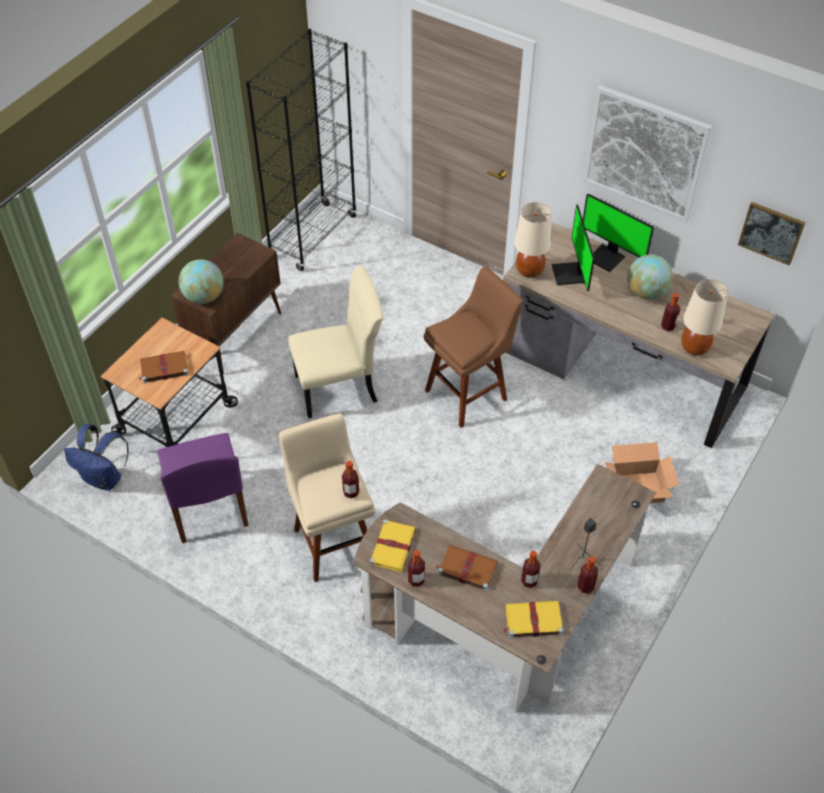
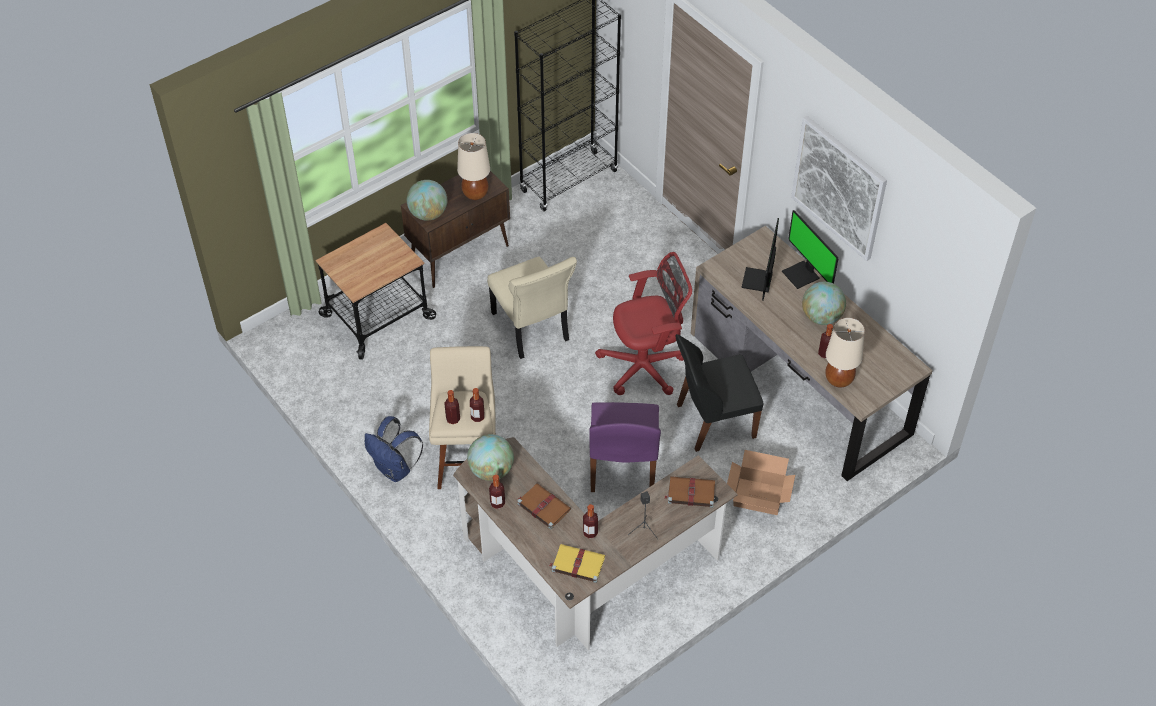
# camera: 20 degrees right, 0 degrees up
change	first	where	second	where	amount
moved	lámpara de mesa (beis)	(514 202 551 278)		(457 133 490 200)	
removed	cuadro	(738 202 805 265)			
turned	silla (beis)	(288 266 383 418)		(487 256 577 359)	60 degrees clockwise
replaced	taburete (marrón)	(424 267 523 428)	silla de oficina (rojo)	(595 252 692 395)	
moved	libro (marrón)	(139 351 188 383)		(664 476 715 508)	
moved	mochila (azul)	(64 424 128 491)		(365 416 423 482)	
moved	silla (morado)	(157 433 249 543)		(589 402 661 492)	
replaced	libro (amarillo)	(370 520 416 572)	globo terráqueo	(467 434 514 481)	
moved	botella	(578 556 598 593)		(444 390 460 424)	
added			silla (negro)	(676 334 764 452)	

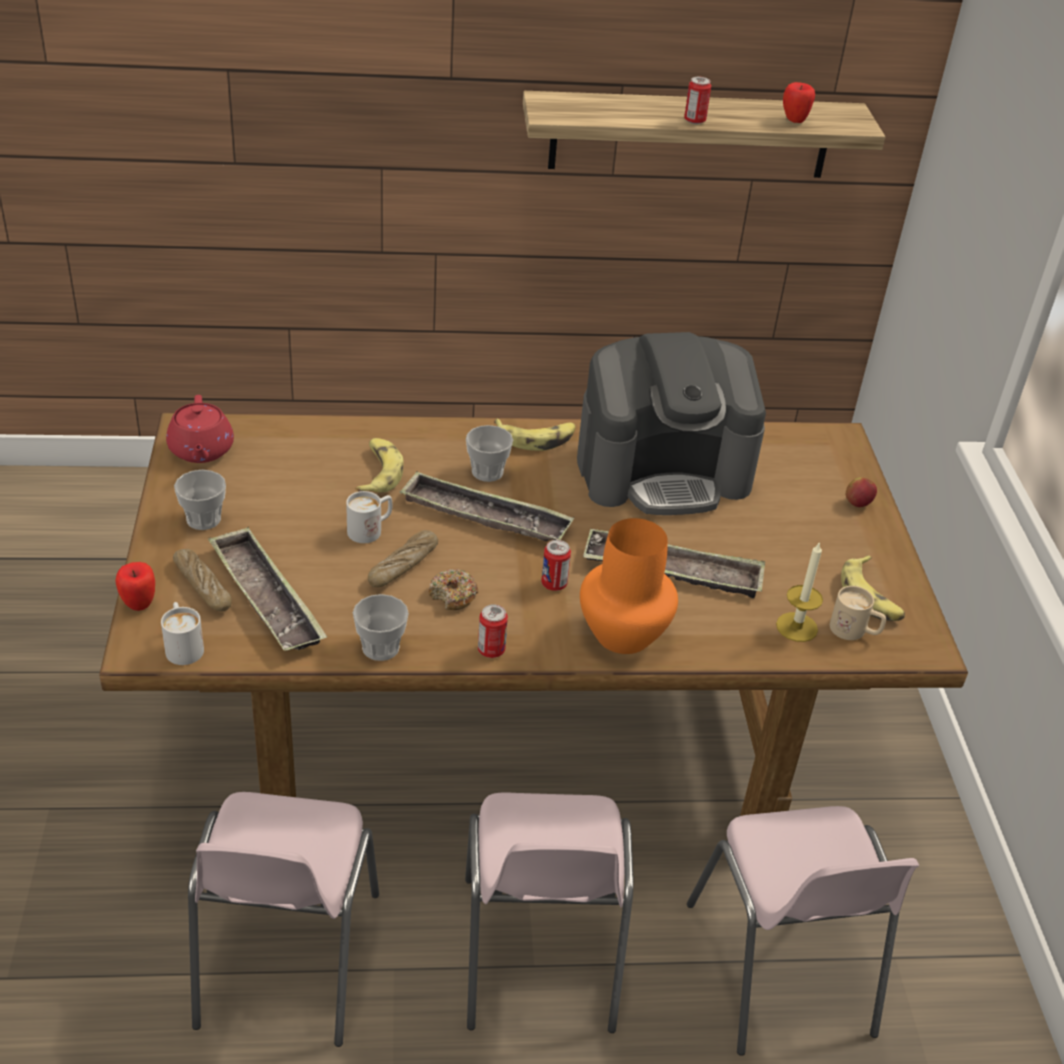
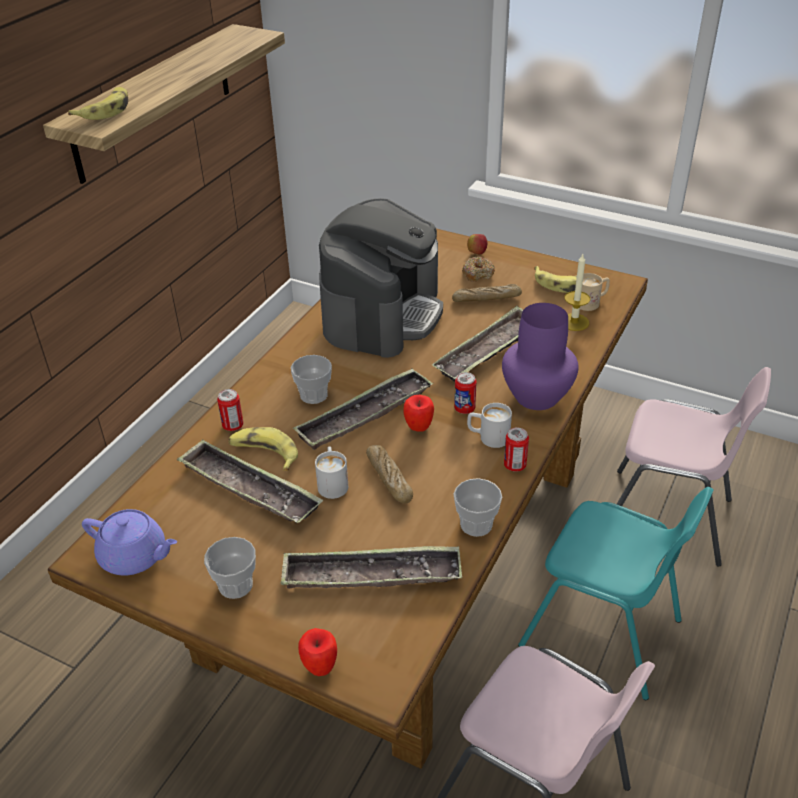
# camera: 55 degrees left, 0 degrees up
change	first	where	second	where	amount
moved	lata	(684 77 711 124)		(217 389 243 431)	
moved	manzana	(783 82 815 123)		(403 395 434 432)	
recoloured	tetera (rojo)	(166 395 234 463)	tetera (morado)	(82 509 177 576)	
moved	plátano	(494 419 576 451)		(68 87 128 120)	
recoloured	florero (naranja)	(580 518 678 654)	florero (morado)	(502 303 579 410)	
moved	pan	(173 549 232 612)		(452 284 522 302)	
moved	rosquilla	(429 569 478 610)		(462 257 495 282)	
moved	taza grande (blanco)	(161 602 204 665)		(467 403 512 448)	
recoloured	silla (rosa)	(465 793 633 1033)	silla (turquesa)	(518 487 714 700)	
added			bandeja	(177 439 324 523)	

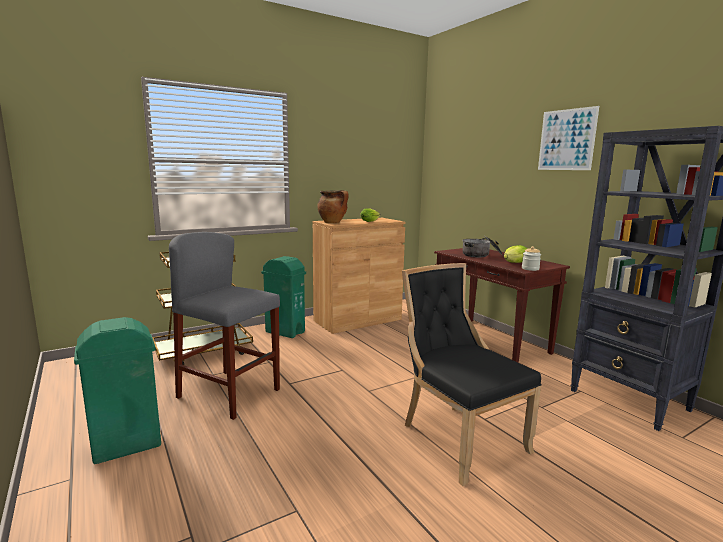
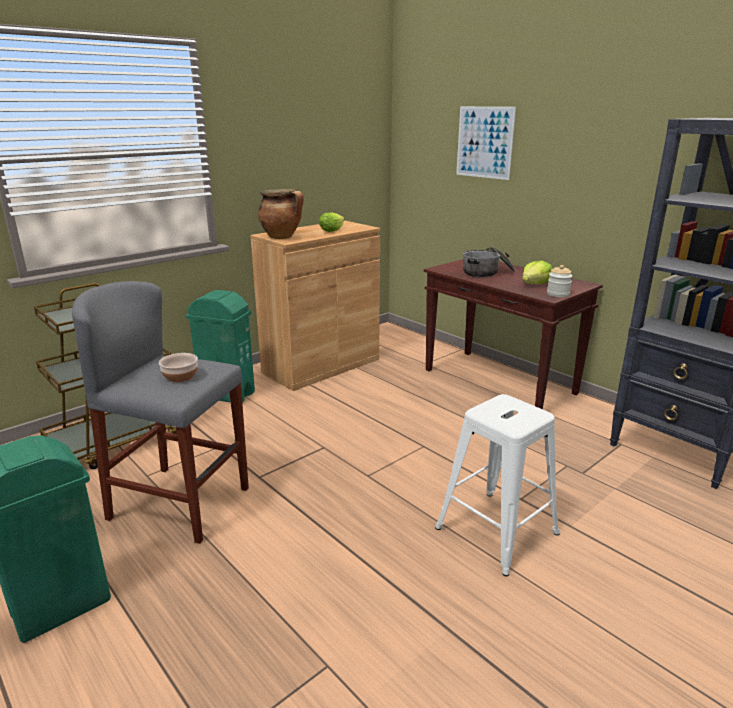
# camera: 10 degrees left, 10 degrees up
change	first	where	second	where	amount
moved	cuadro	(538 106 599 170)		(456 106 516 180)	
replaced	silla (negro)	(402 263 542 486)	taburete (blanco)	(435 394 560 577)	
added			cuenco	(159 353 198 382)	

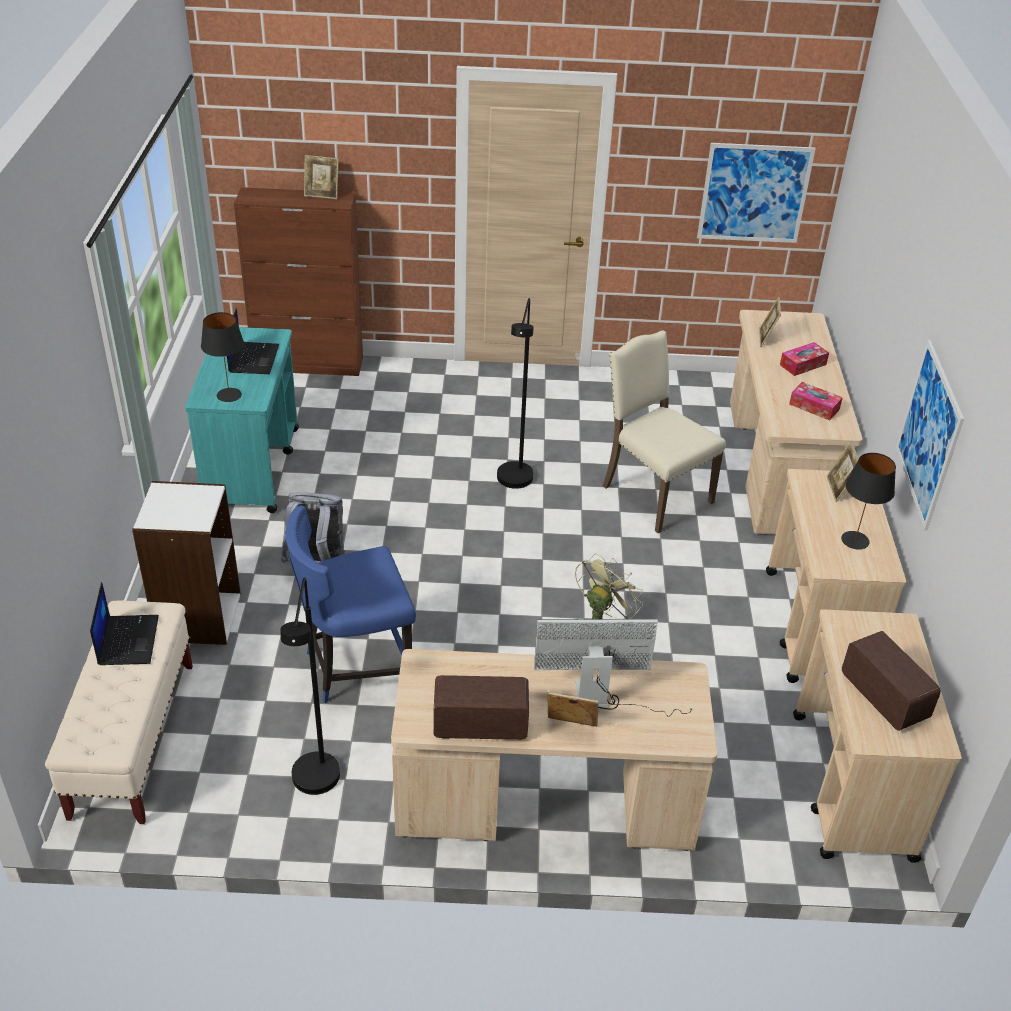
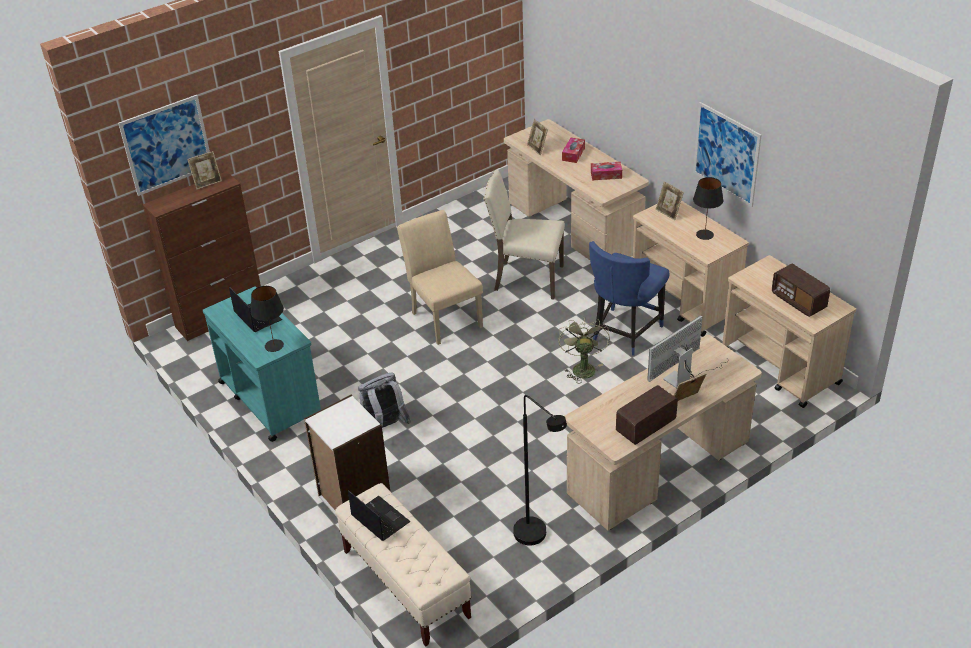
# camera: 35 degrees left, 0 degrees up
change	first	where	second	where	amount
moved	cuadro	(697 143 816 243)		(118 95 210 196)	
replaced	lámpara de pie (negro)	(497 298 534 489)	silla (beis)	(397 210 483 345)	
moved	silla (azul)	(285 506 416 703)		(589 241 669 356)	
turned	radio	(842 631 941 731)		(772 264 830 317)	150 degrees counterclockwise

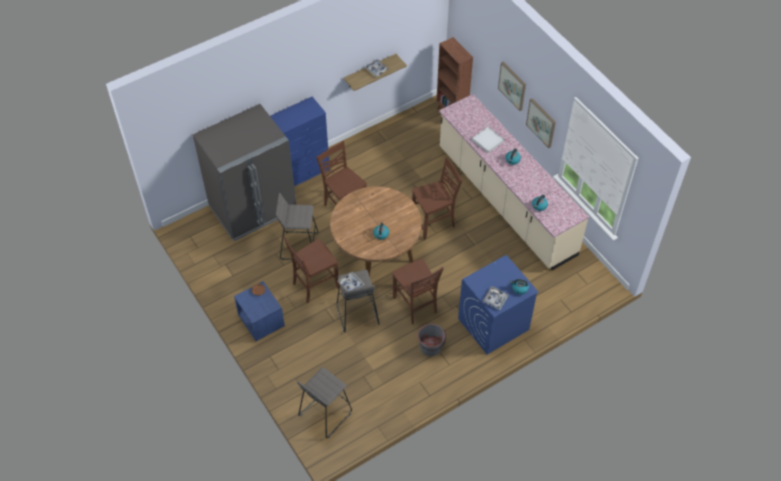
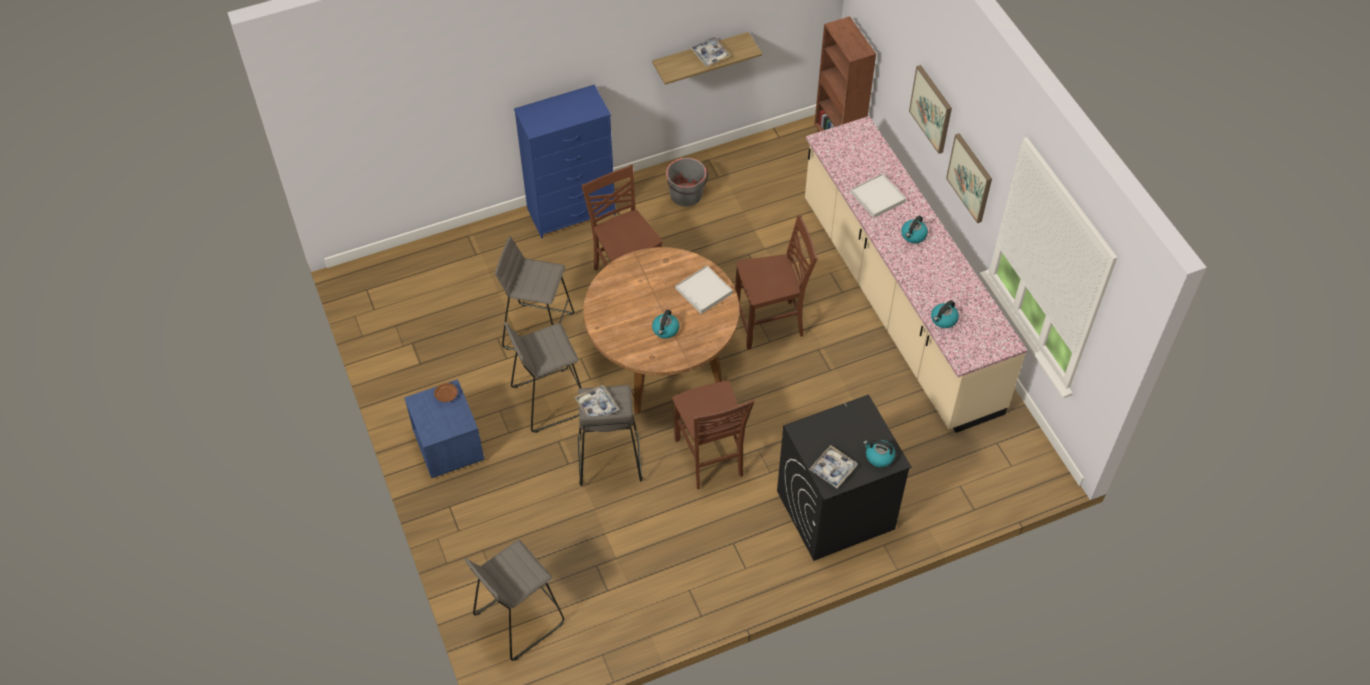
# camera: 10 degrees right, 0 degrees up
change	first	where	second	where	amount
removed	nevera (gris)	(193 104 297 241)			
replaced	silla (marrón)	(283 236 339 303)	taburete (gris)	(504 322 581 433)	
recoloured	lavadora (azul)	(458 255 538 355)	lavadora (negro)	(777 394 911 561)	
moved	cubo (gris)	(418 324 446 356)		(666 158 708 207)	
added			bandeja (blanco)	(676 265 733 314)	

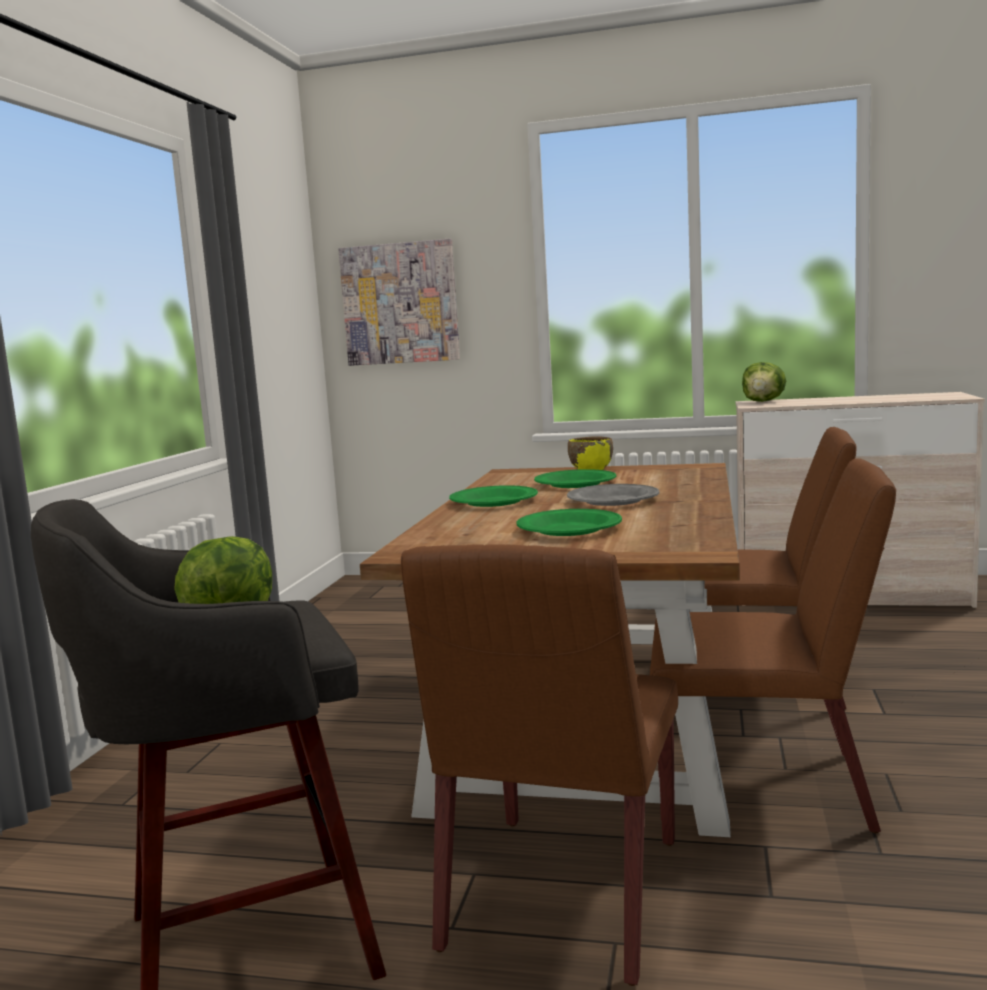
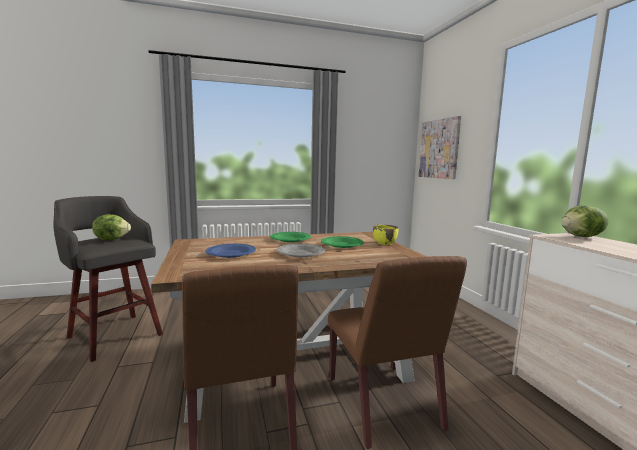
# camera: 60 degrees right, 0 degrees up
change	first	where	second	where	amount
recoloured	plato (verde)	(516 509 622 536)	plato (azul)	(206 244 256 258)	
removed	silla (marrón)	(401 544 678 986)			

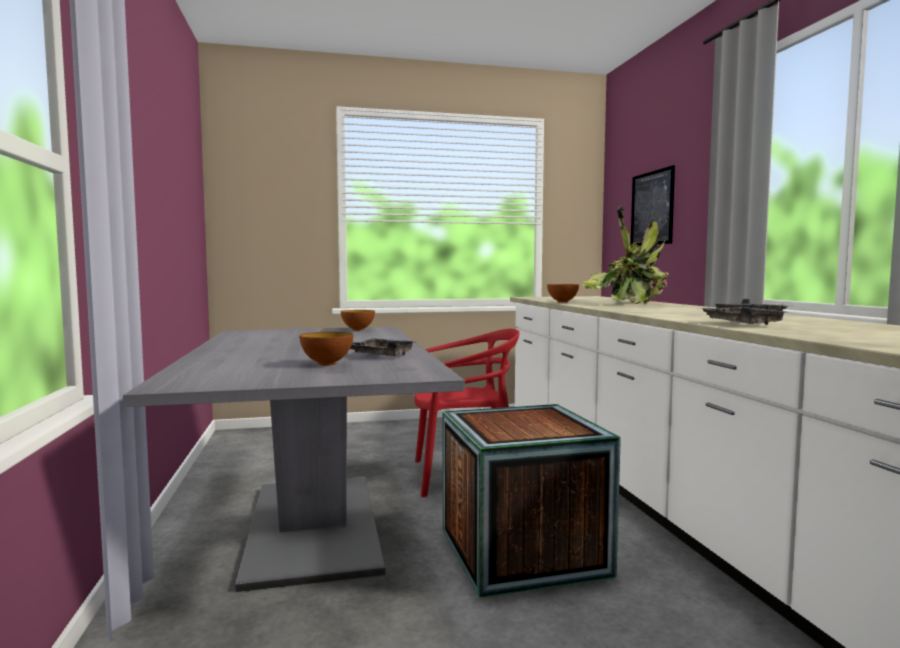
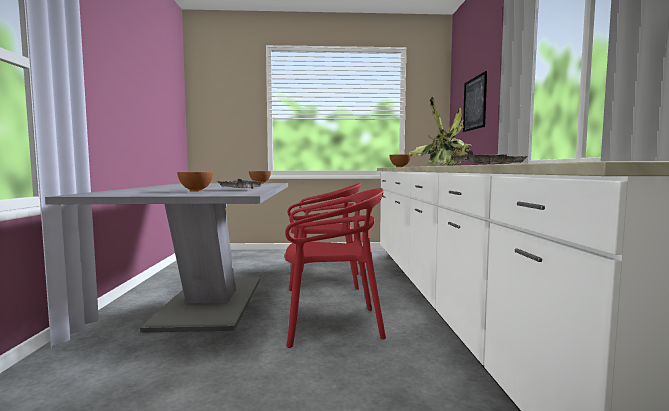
# camera: 10 degrees right, 0 degrees up
change	first	where	second	where	amount
replaced	caja de embalaje	(443 404 621 598)	silla (rojo)	(285 188 386 348)	

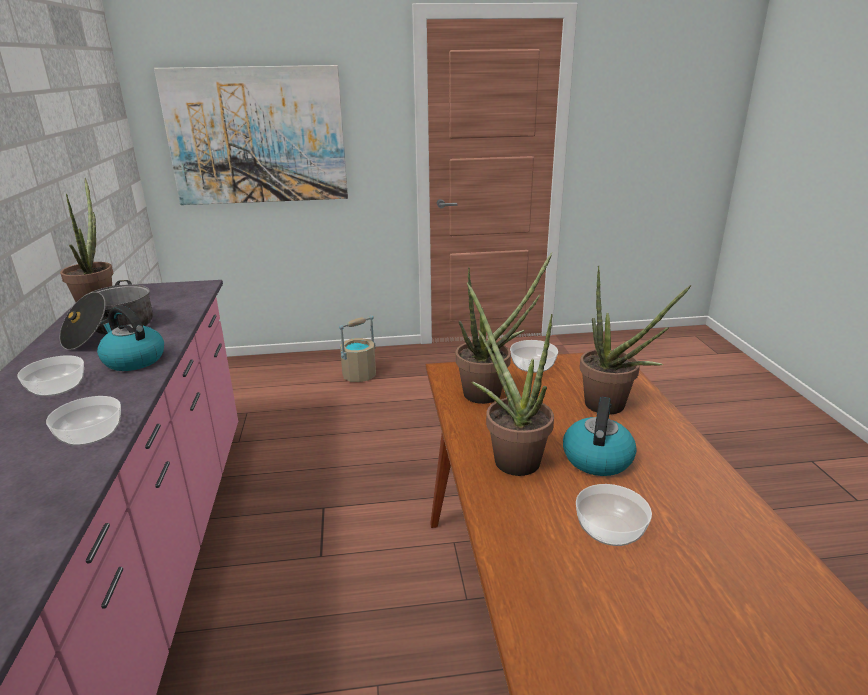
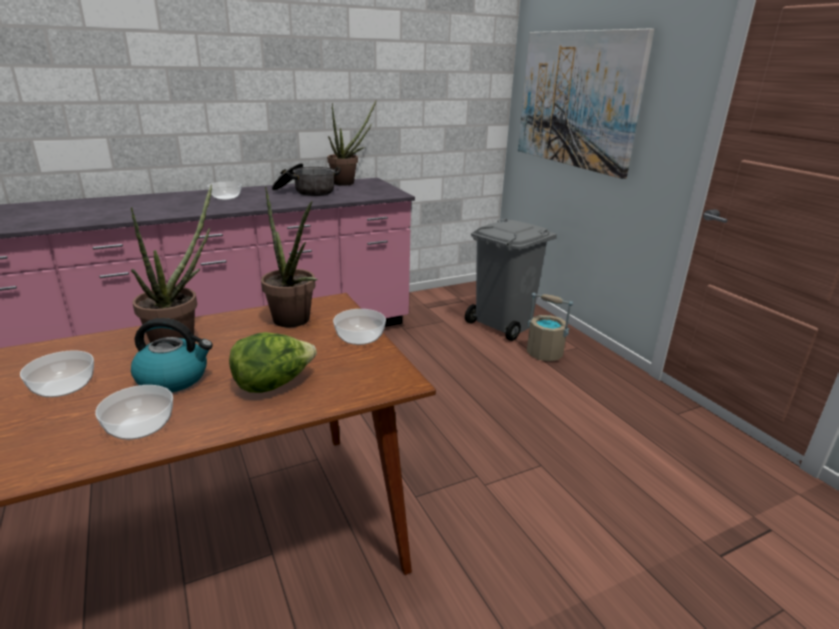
# camera: 70 degrees right, 0 degrees up
change	first	where	second	where	amount
replaced	planta en maceta	(580 266 691 415)	lechuga	(229 332 317 393)	
removed	hervidor	(97 306 164 371)			
moved	cuenco	(46 396 121 446)		(95 385 173 440)	
added			papelera (gris)	(465 219 557 341)	

